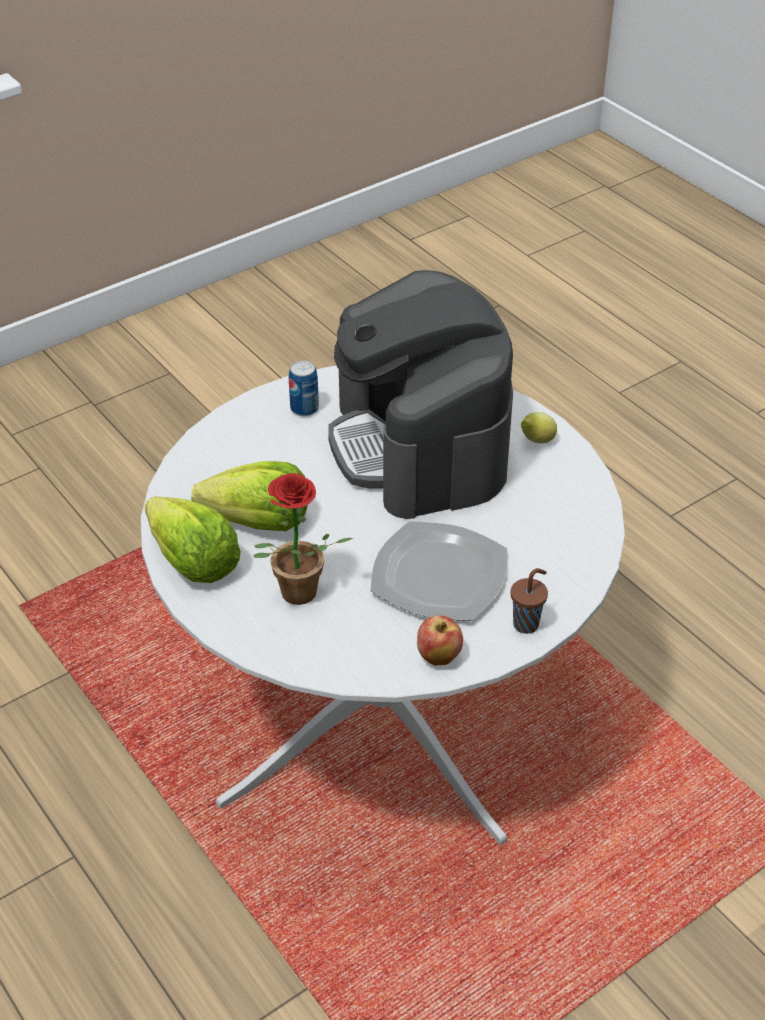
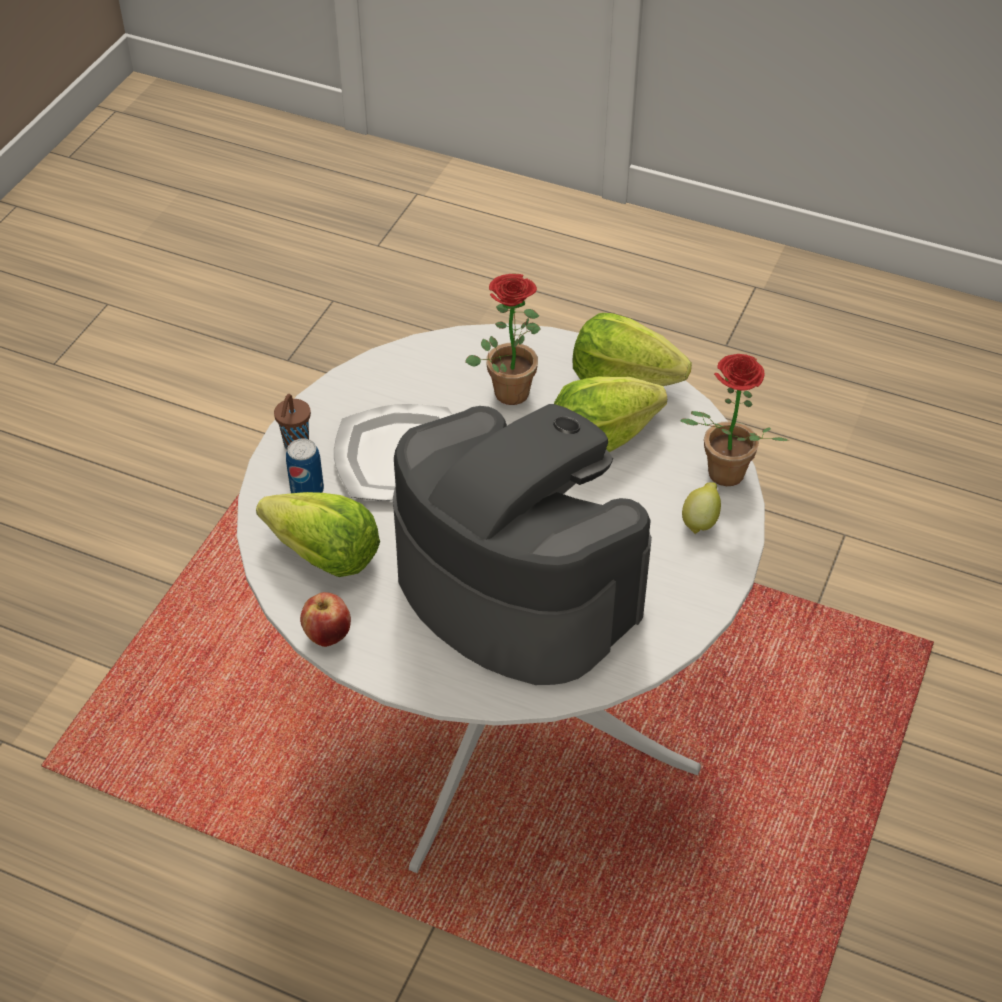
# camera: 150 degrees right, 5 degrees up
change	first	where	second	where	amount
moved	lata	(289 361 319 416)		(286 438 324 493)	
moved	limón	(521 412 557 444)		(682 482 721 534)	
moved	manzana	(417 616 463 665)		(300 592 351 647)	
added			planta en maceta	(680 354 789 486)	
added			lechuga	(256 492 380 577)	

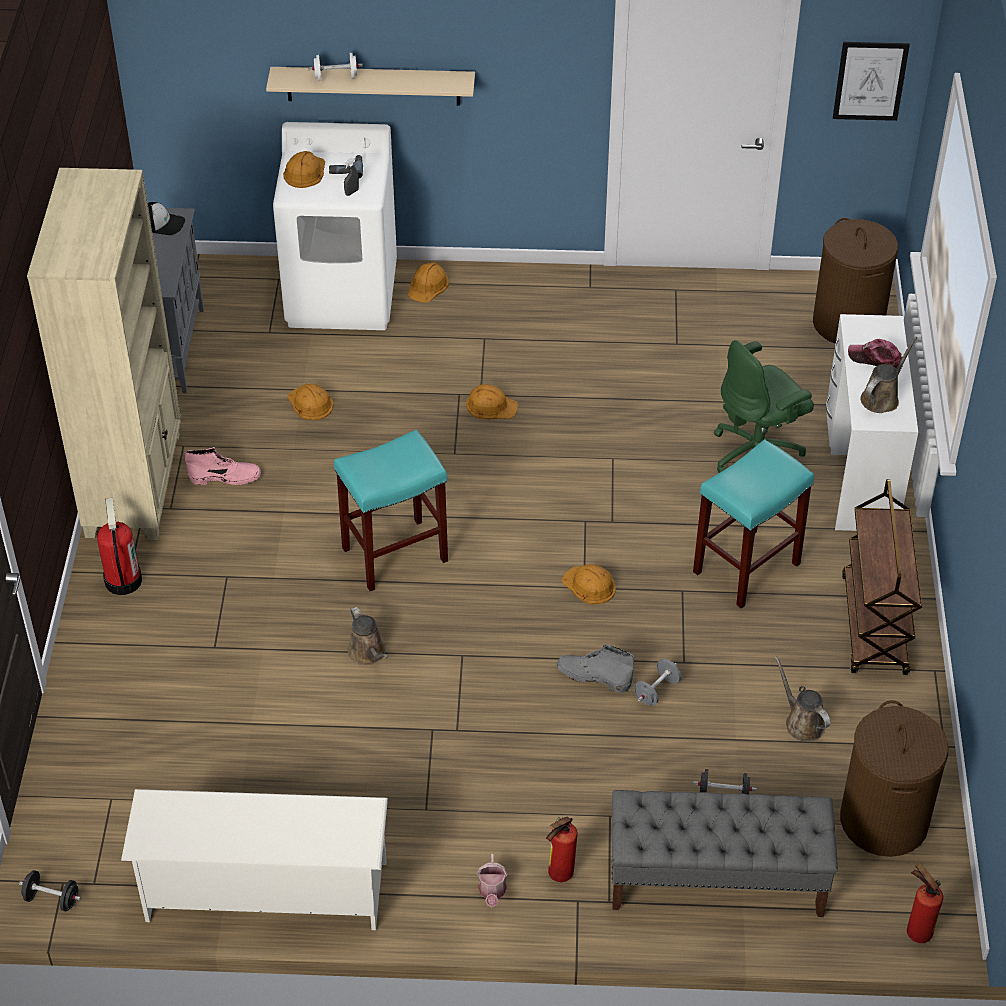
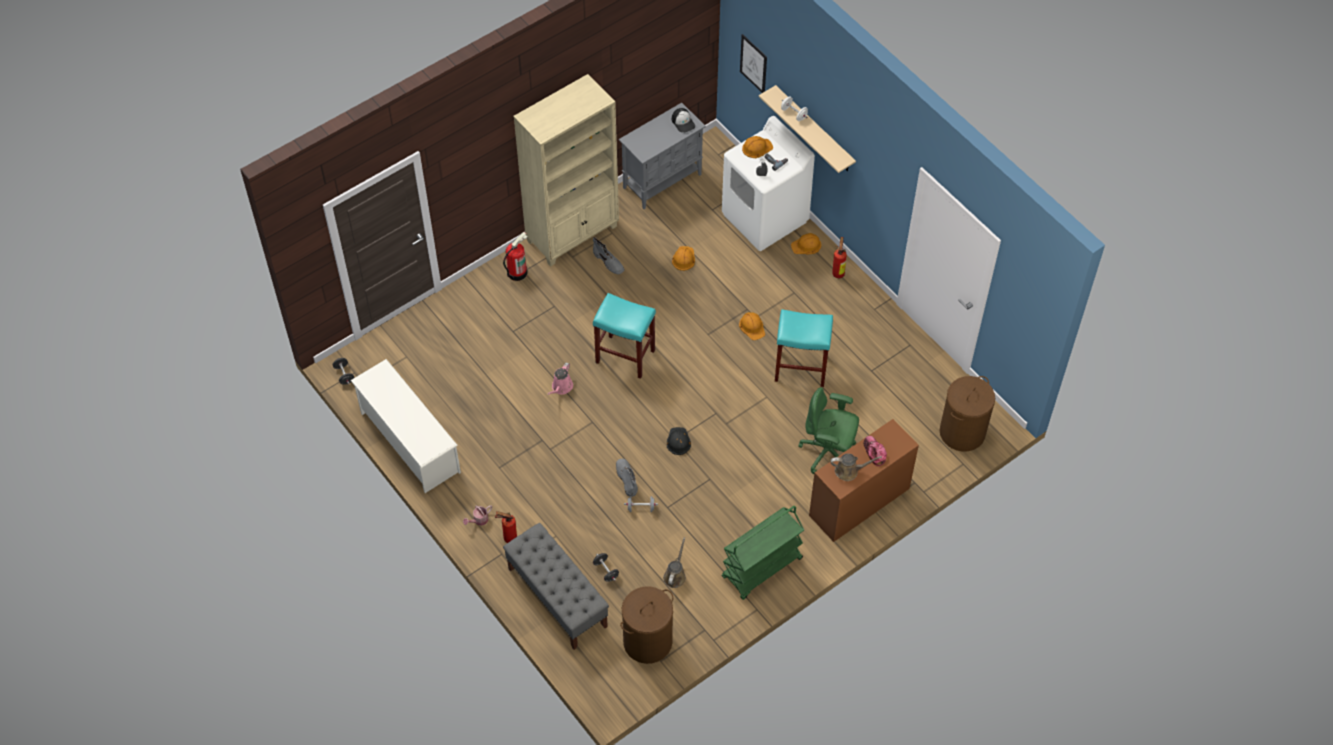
# camera: 50 degrees right, 10 degrees up
change	first	where	second	where	amount
moved	cuadro	(833 42 910 121)		(740 34 767 93)	
recoloured	escritorio (blanco)	(826 314 918 531)	escritorio (marrón)	(809 419 919 542)	
moved	taburete (turquesa)	(693 439 814 609)		(775 309 833 387)	
recoloured	bota (rosa)	(185 447 261 485)	bota (gris)	(593 237 625 274)	
recoloured	carrito (marrón)	(842 479 922 675)	carrito (verde)	(722 506 804 600)	
recoloured	casco (naranja)	(562 564 616 604)	casco (negro)	(667 427 691 455)	
recoloured	regadera (marrón)	(348 607 388 665)	regadera (rosa)	(547 362 573 395)	
moved	extintor	(907 863 943 943)		(832 237 847 278)	

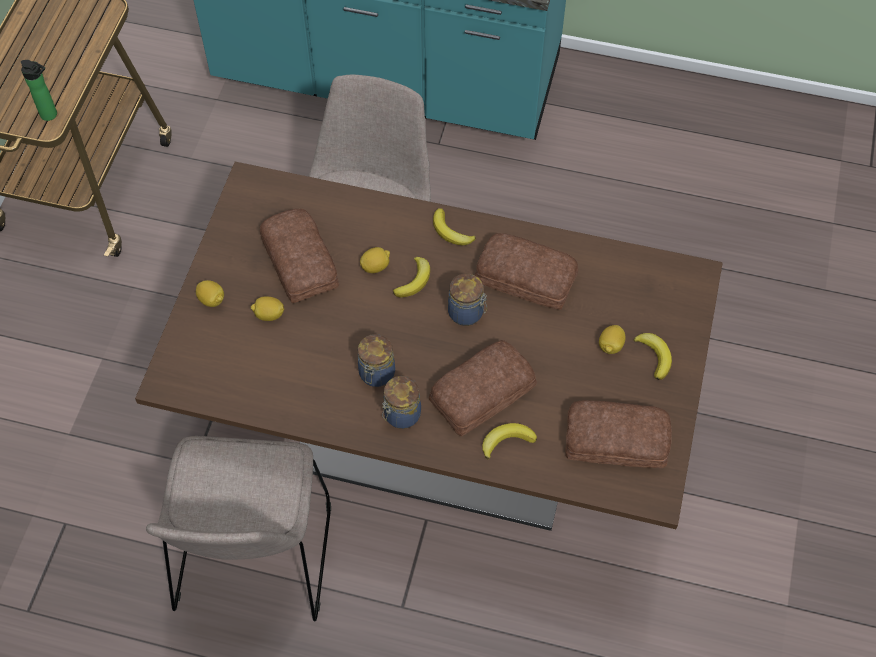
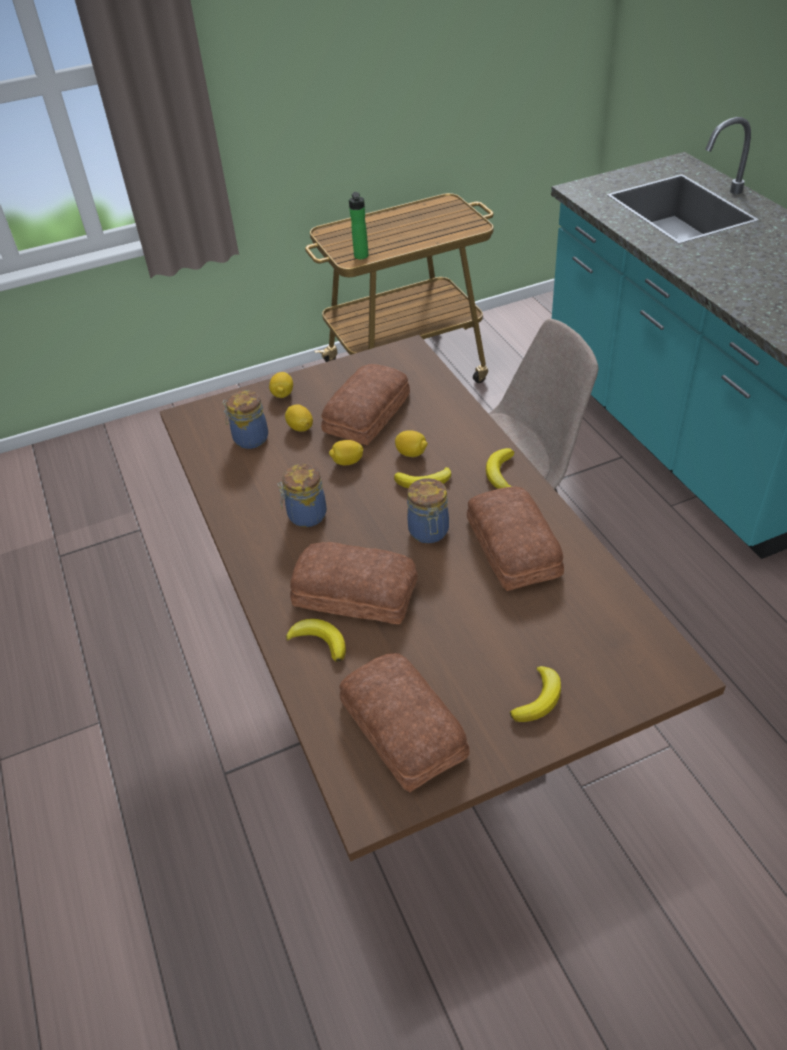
# camera: 55 degrees right, 15 degrees down
change	first	where	second	where	amount
moved	limón	(599 325 626 354)		(329 440 364 465)	
moved	tarro	(382 376 421 429)		(222 390 268 449)	
removed	silla (beis)	(146 436 331 622)			

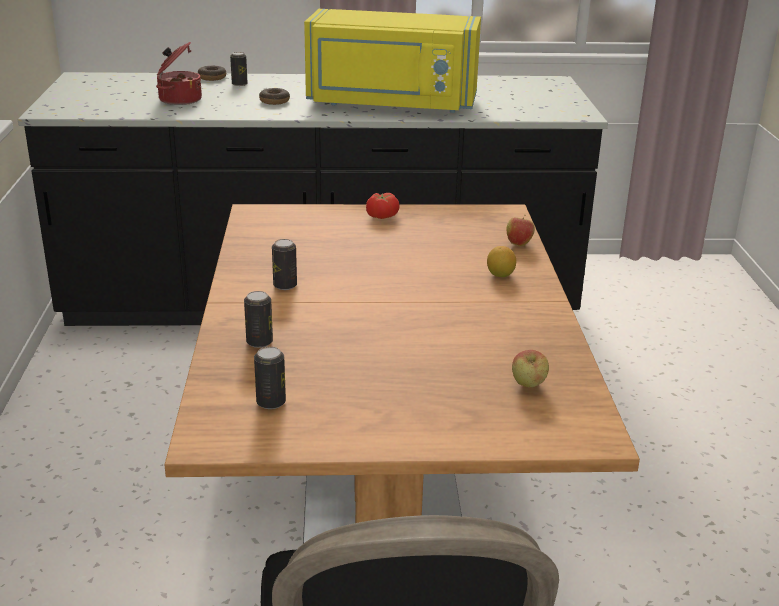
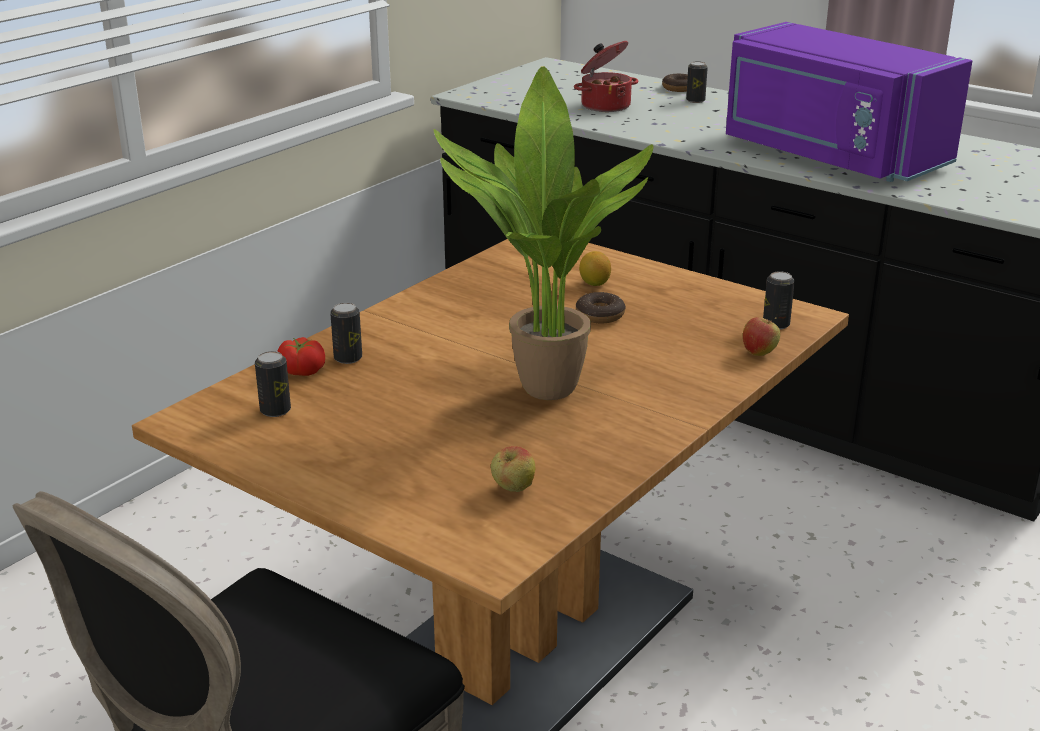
# camera: 40 degrees right, 0 degrees up
change	first	where	second	where	amount
recoloured	microondas (amarillo)	(304 9 481 113)	microondas (morado)	(726 22 972 182)	
moved	rosquilla	(259 88 290 105)		(576 292 626 323)	
moved	tomate	(366 193 400 219)		(277 337 325 376)	
moved	lata	(272 239 297 290)		(763 271 795 330)	
moved	limón	(487 246 516 277)		(579 251 611 286)	
added			planta en maceta	(434 66 653 400)	

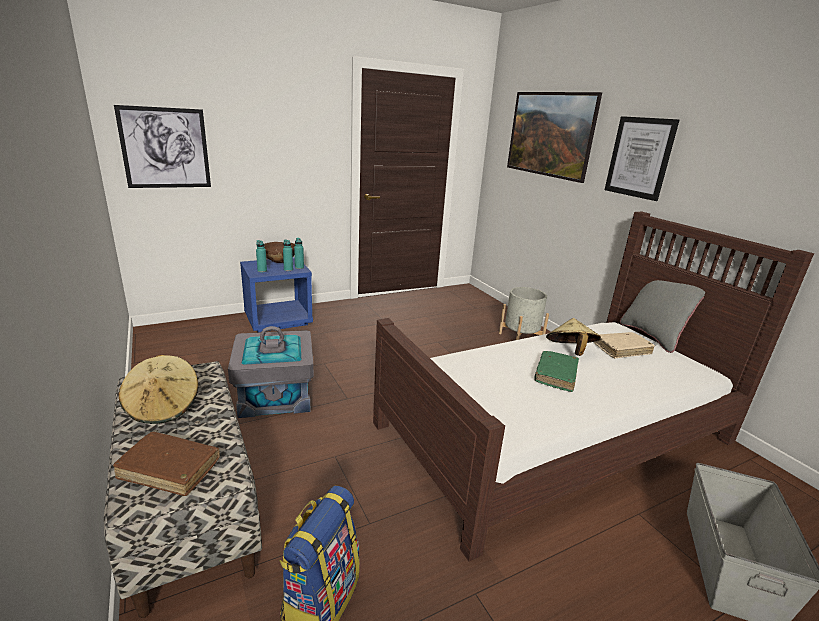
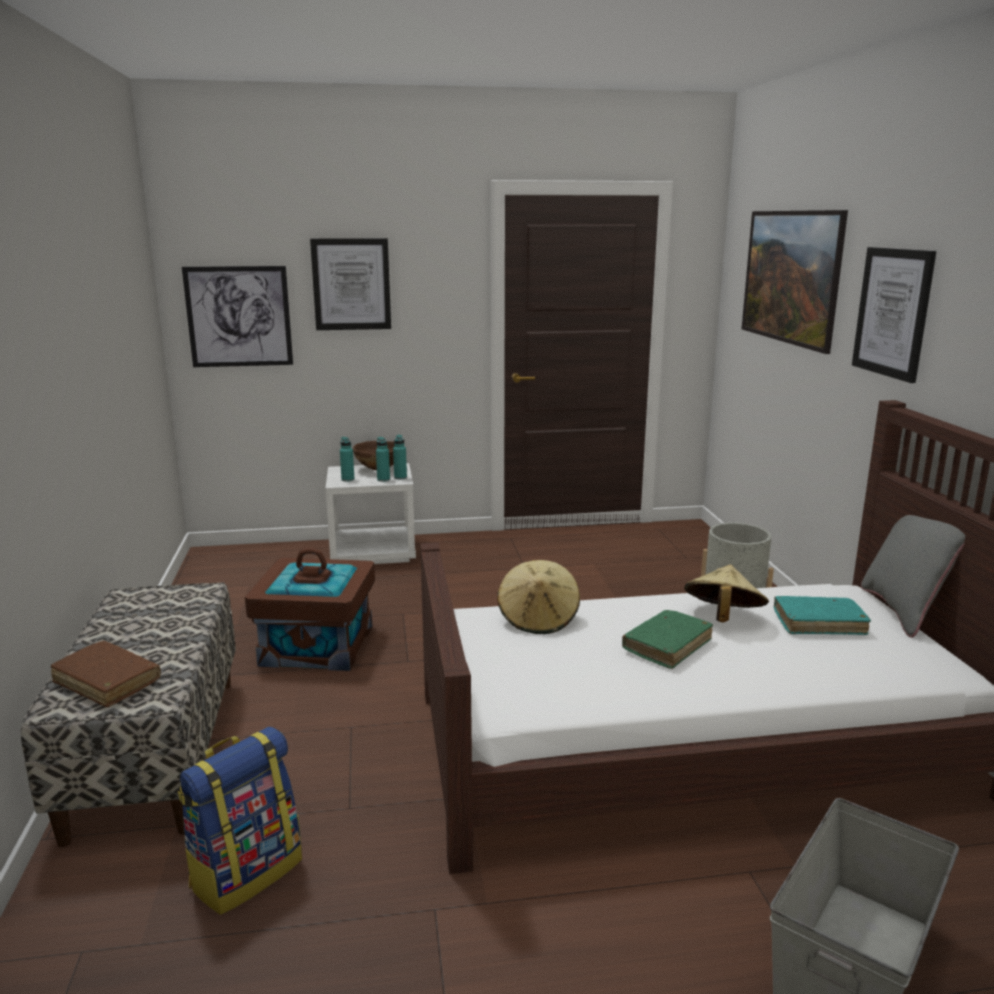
# camera: 20 degrees right, 5 degrees down
change	first	where	second	where	amount
recoloured	mesita de noche (azul)	(240 257 313 332)	mesita de noche (blanco)	(325 463 416 564)	
recoloured	caja de almacenaje (gris)	(228 326 314 418)	caja de almacenaje (marrón)	(245 548 375 671)	
recoloured	libro (beis)	(594 332 655 359)	libro (turquesa)	(774 596 871 635)	
moved	sombrero (beis)	(118 355 198 424)		(497 560 580 634)	
added			cuadro	(310 238 391 330)	

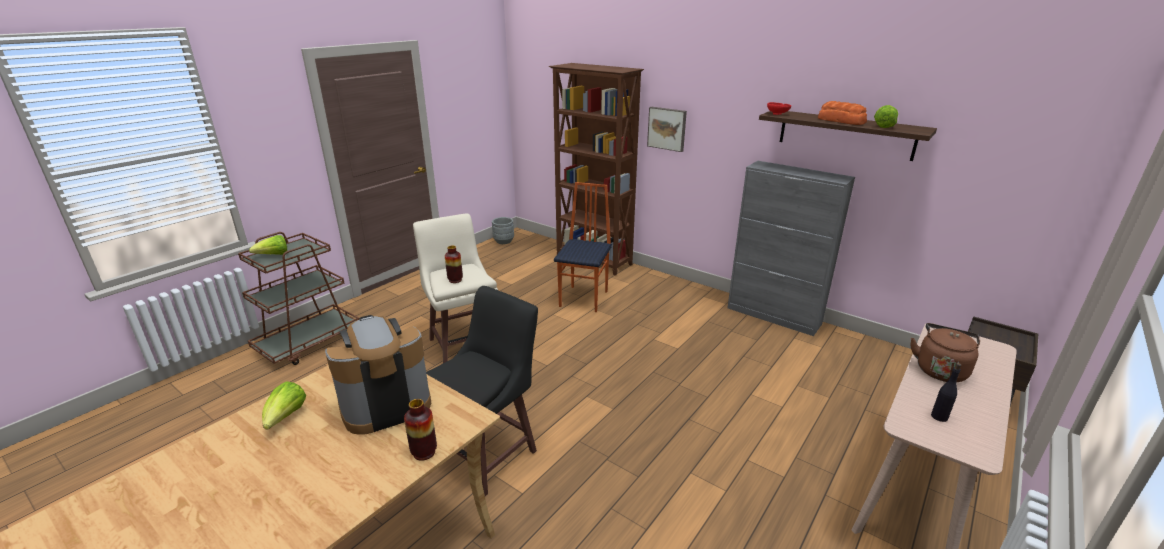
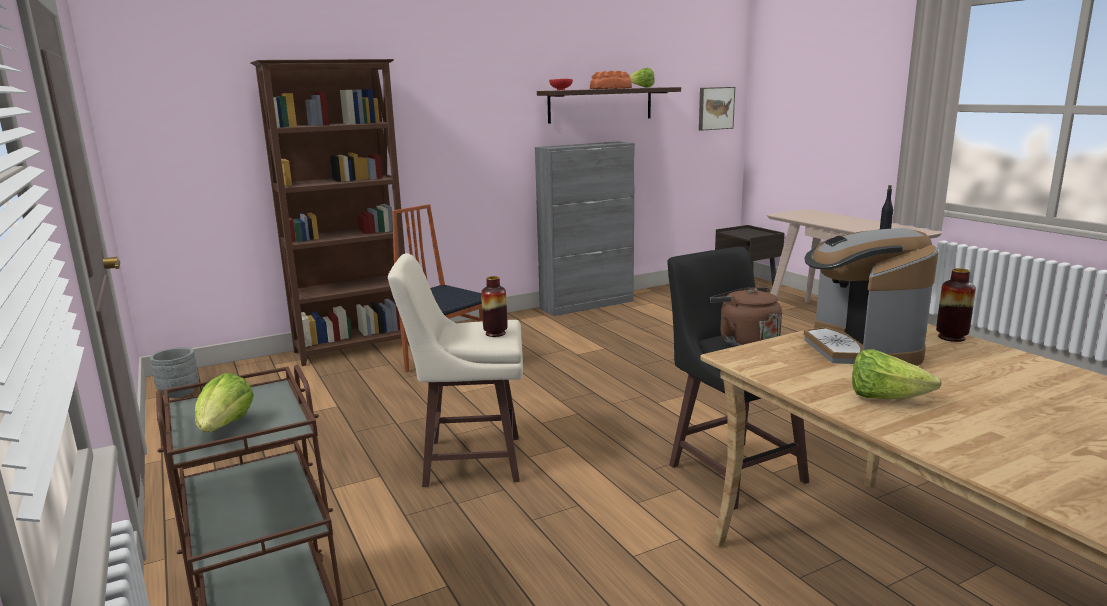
# camera: 65 degrees left, 10 degrees down
change	first	where	second	where	amount
moved	cuadro	(647 107 687 152)		(699 87 735 131)	
moved	hervidor (marrón)	(911 323 980 382)		(710 287 782 347)	

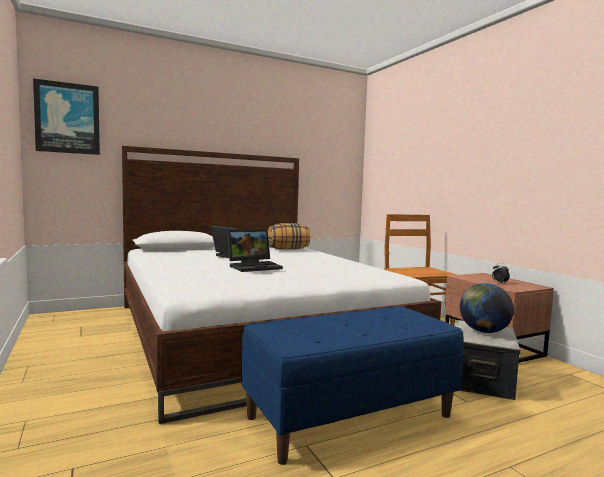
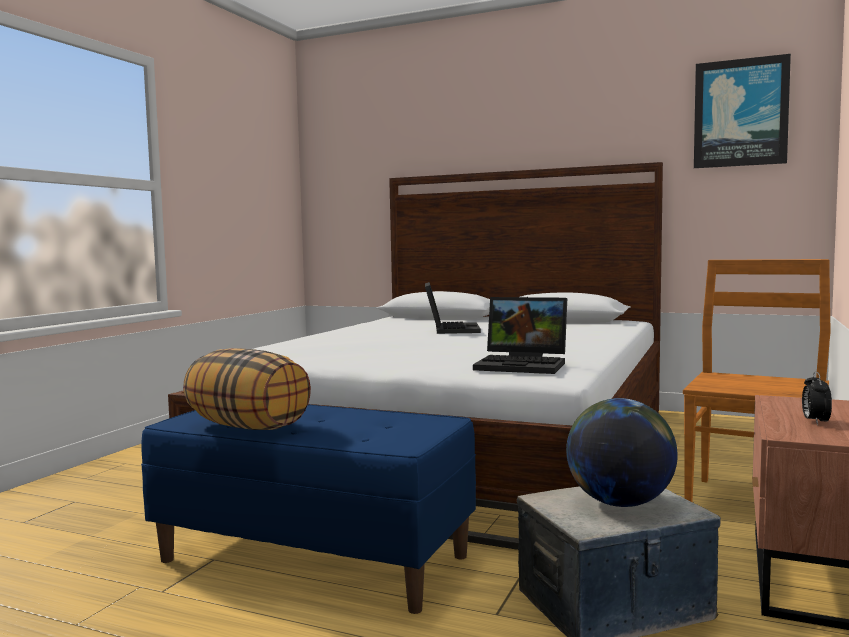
# camera: 50 degrees right, 0 degrees up
change	first	where	second	where	amount
moved	cuadro	(33 78 100 155)		(694 54 791 168)	
moved	cojín	(268 223 310 250)		(183 348 311 430)	
moved	portátil	(227 230 283 272)		(473 297 567 374)	

